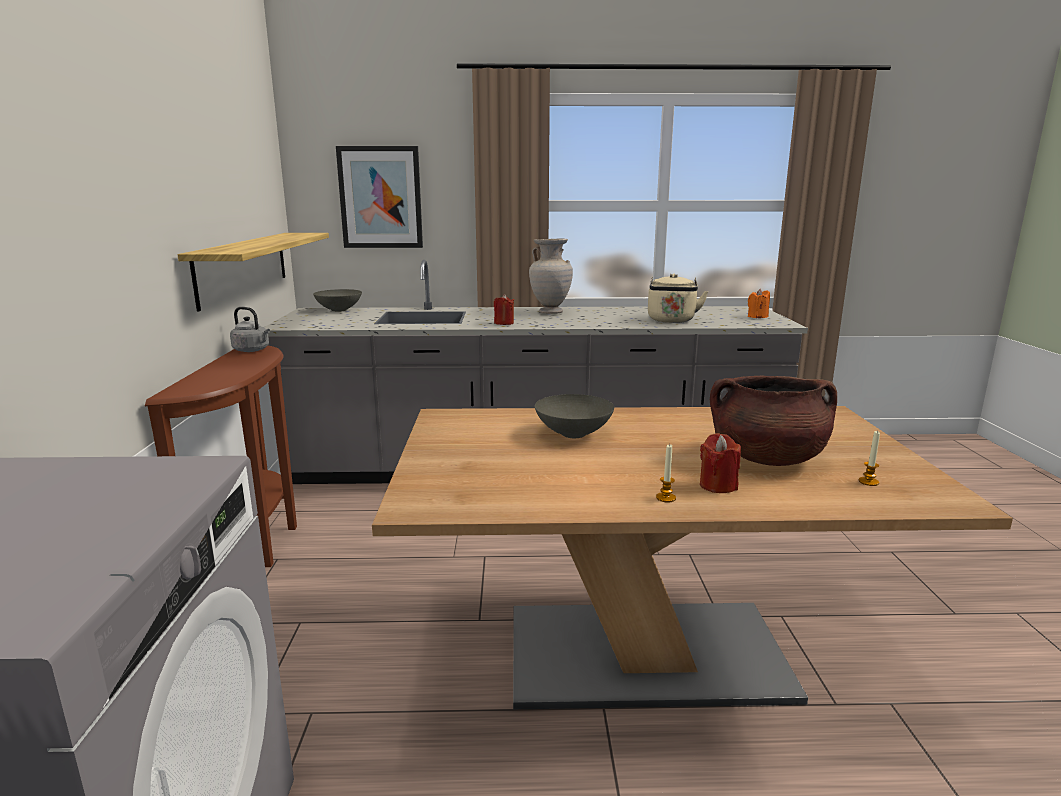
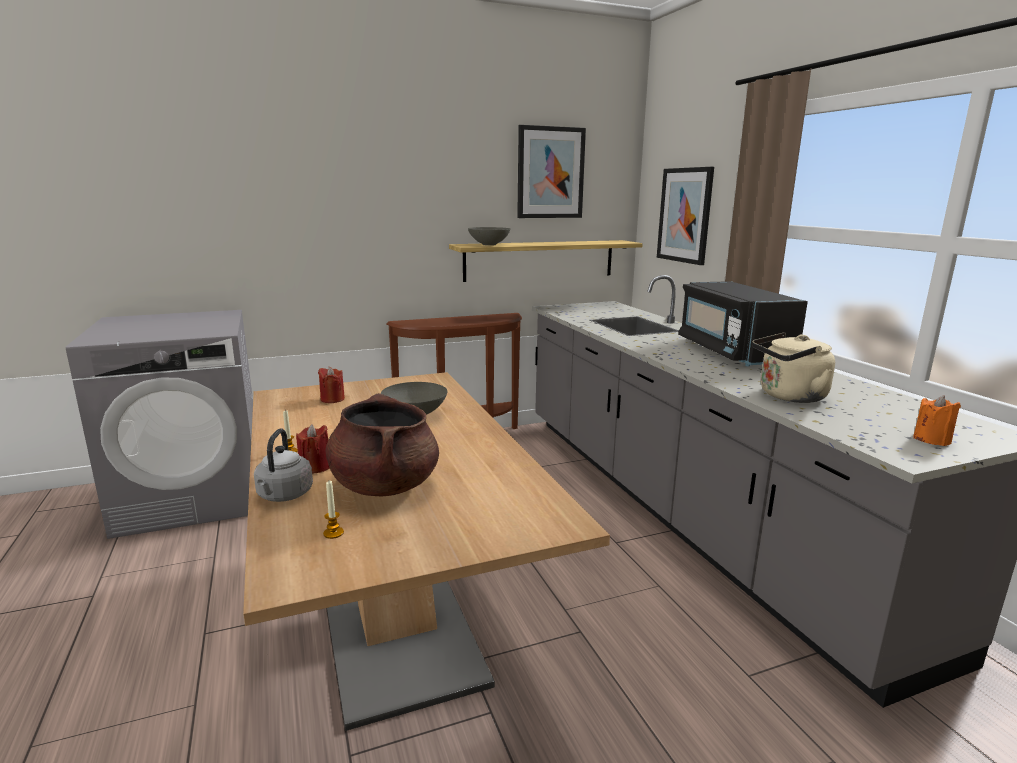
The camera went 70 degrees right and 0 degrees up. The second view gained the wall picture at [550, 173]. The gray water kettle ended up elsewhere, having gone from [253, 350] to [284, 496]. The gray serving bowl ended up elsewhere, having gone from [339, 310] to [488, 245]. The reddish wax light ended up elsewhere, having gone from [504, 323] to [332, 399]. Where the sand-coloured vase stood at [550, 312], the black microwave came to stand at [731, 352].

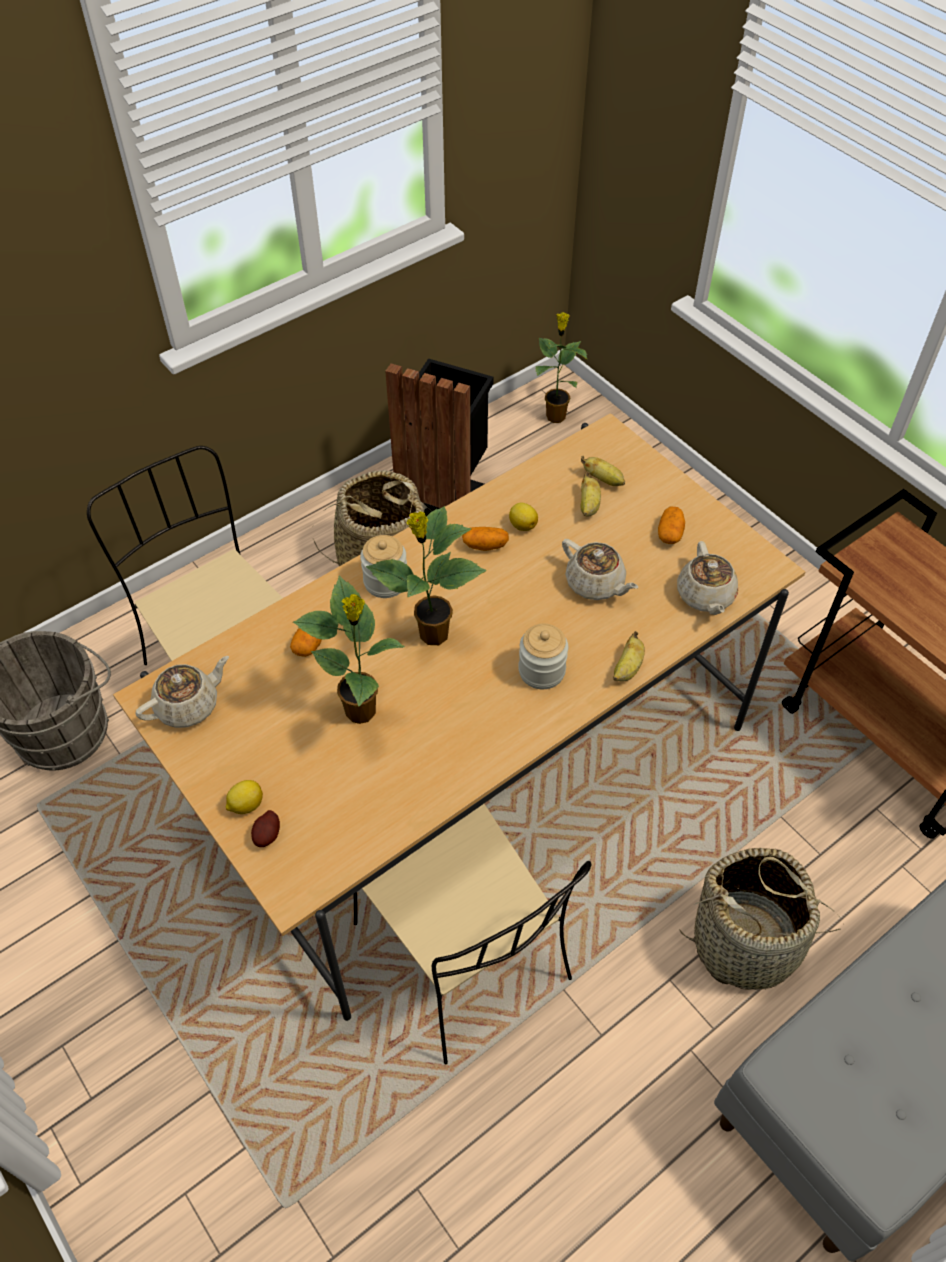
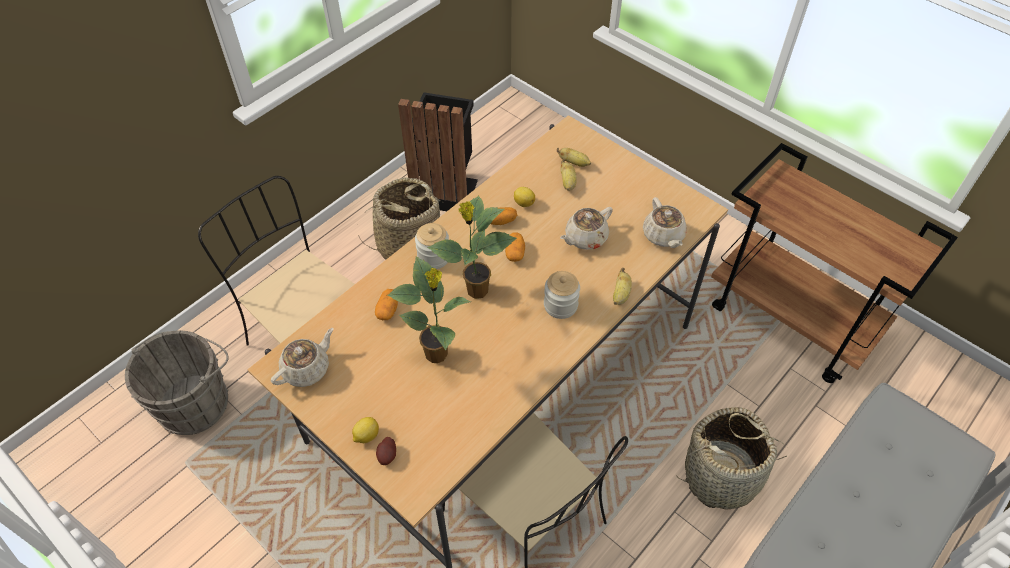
The camera went 10 degrees left and 0 degrees up. The second view lost the houseplant at [555, 415]. The whole potato ended up elsewhere, having gone from [670, 533] to [515, 252]. The sand-coloured teapot at [595, 584] ended up facing another way, 105 degrees clockwise from before.

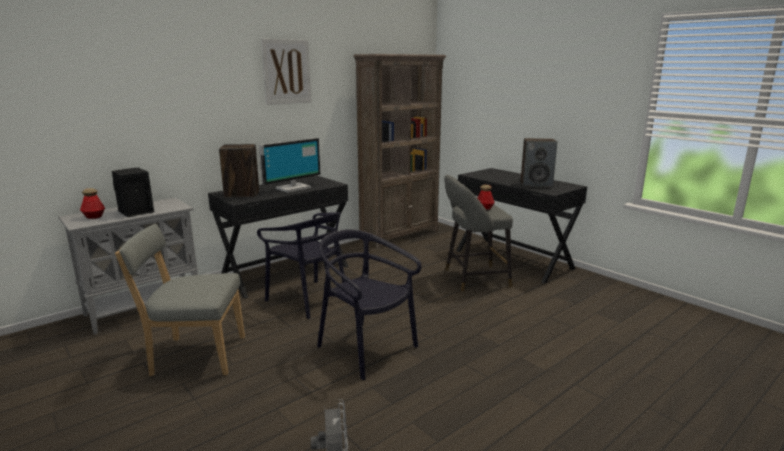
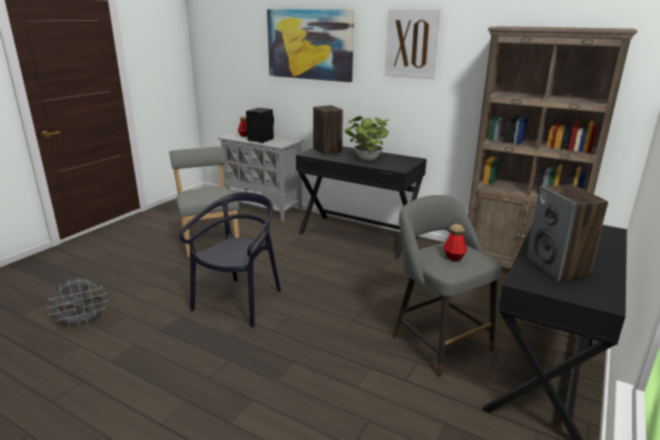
The camera went 70 degrees right and 5 degrees up. The second view lost the black plain chair at [308, 299]. The second view gained the wall picture at [309, 44]. Where the computer display stood at [292, 188], the houseplant came to stand at [366, 159].

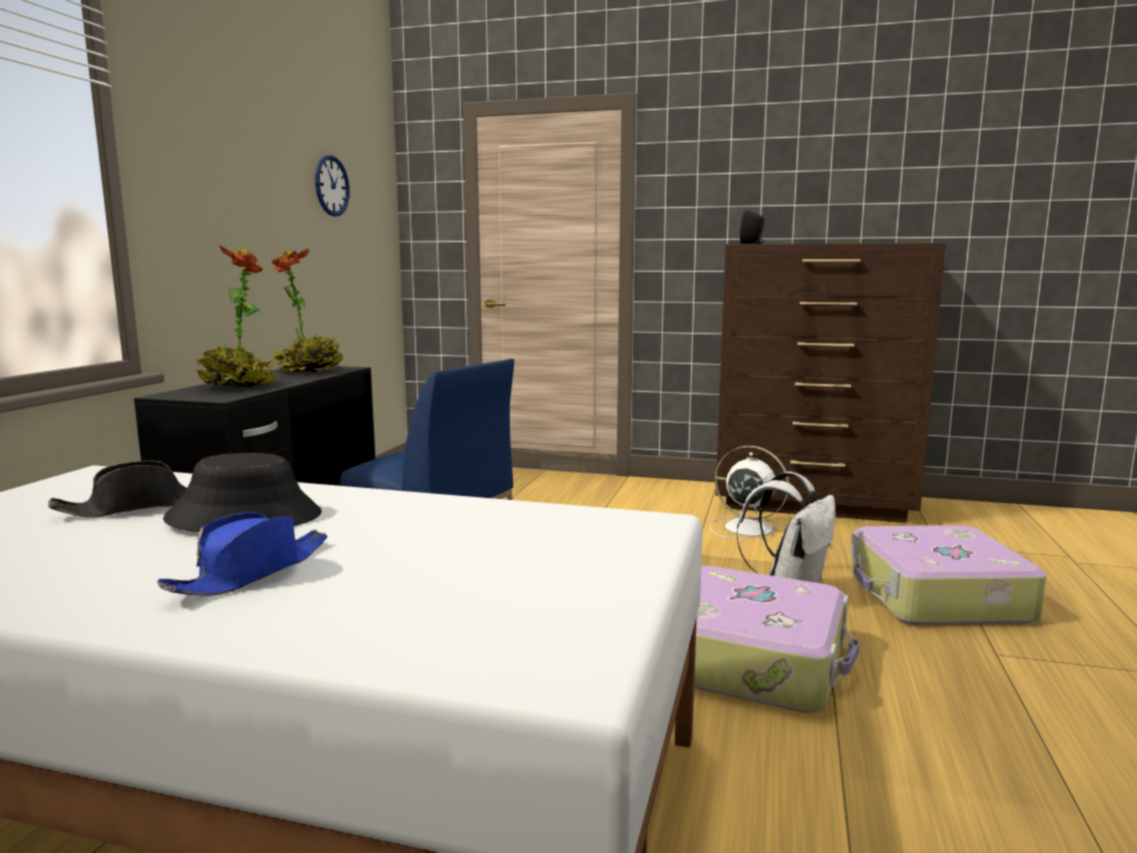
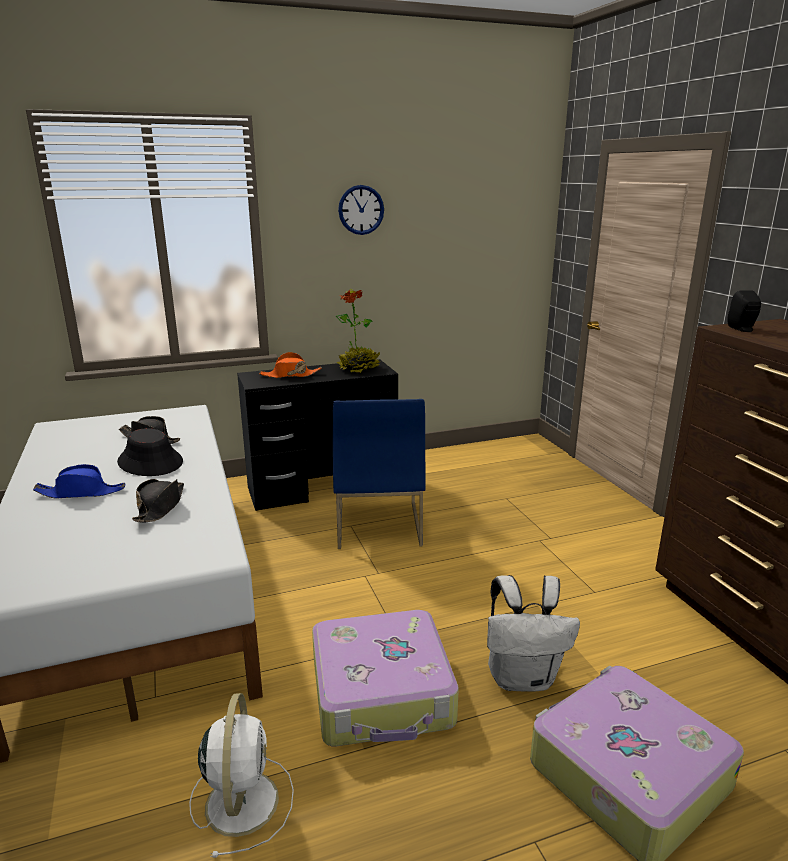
The camera went 55 degrees right and 10 degrees up. The second view gained the black wearable hat at [160, 507]. The wall clock ended up elsewhere, having gone from [331, 186] to [361, 210]. The whitish electric fan ended up elsewhere, having gone from [746, 528] to [242, 800]. Where the houseplant stood at [238, 386], the orange wearable hat came to stand at [290, 375].

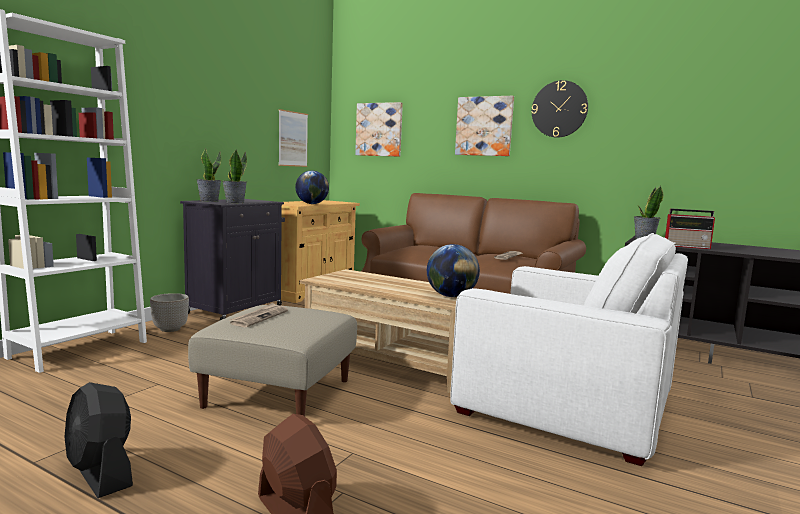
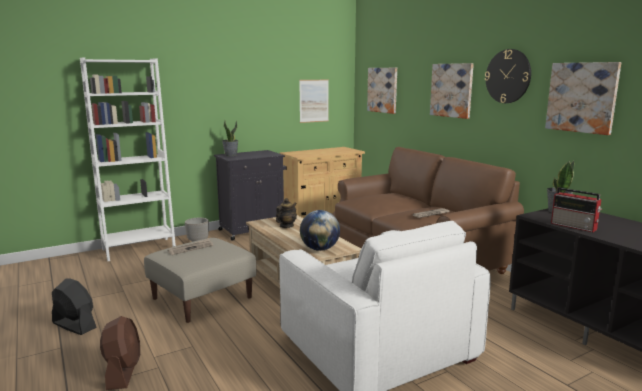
The camera went 30 degrees right and 5 degrees up. The second view lost the houseplant at [234, 202]. The second view lost the desk globe at [312, 204]. The second view gained the teapot at [286, 226]. The second view gained the wall picture at [582, 97]. The black electric fan at [101, 473] ended up facing another way, 135 degrees clockwise from before.

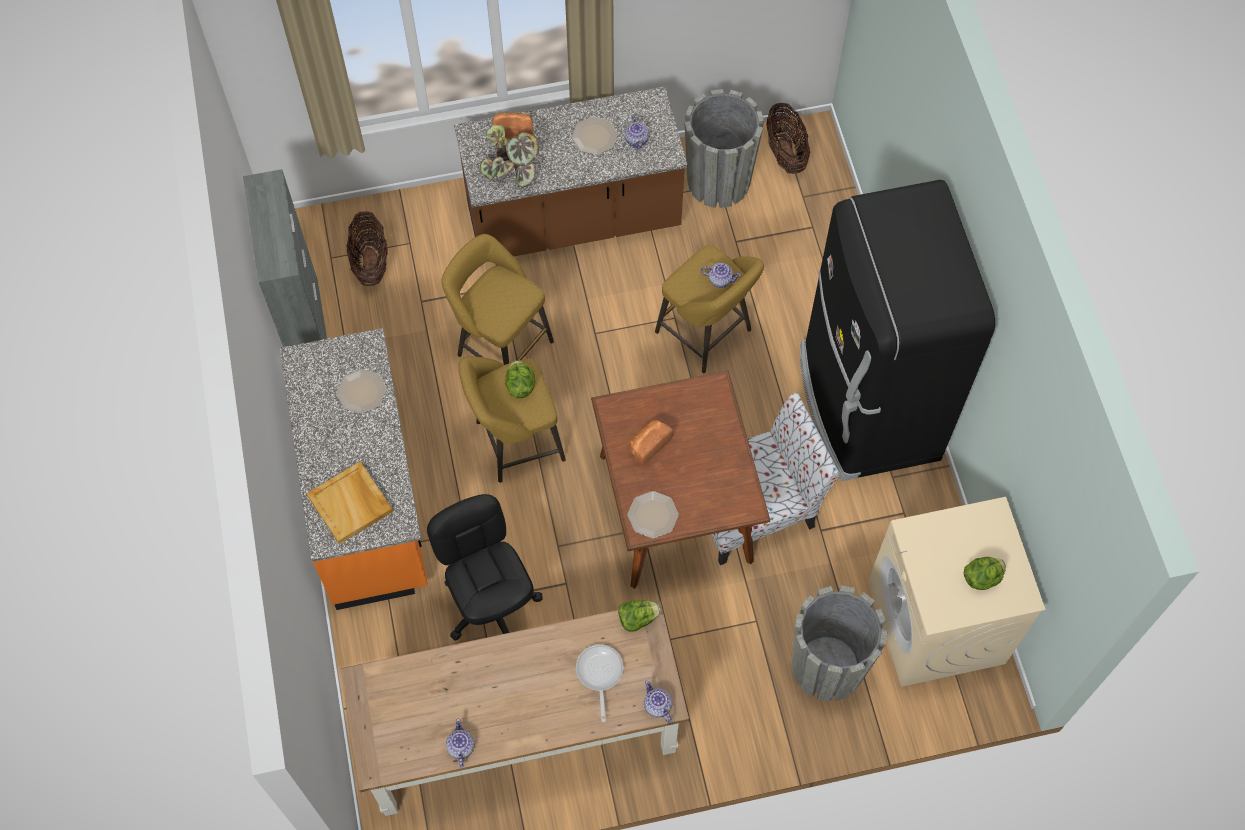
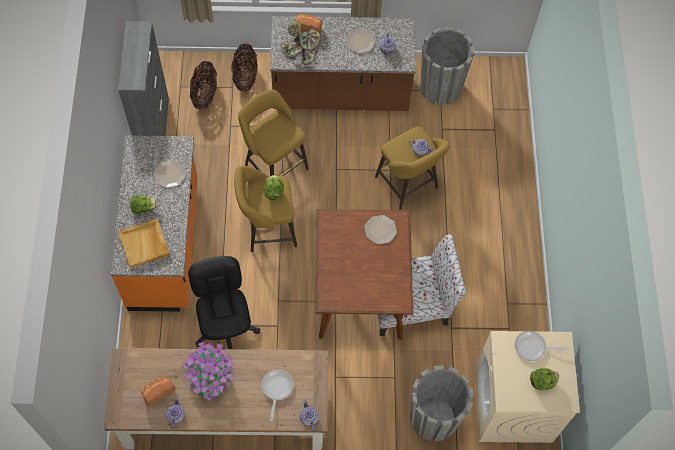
The camera went 10 degrees right and 0 degrees up. The second view lost the black fridge at [866, 405]. The second view gained the houseplant at [210, 376]. The second view gained the skillet at [533, 348]. The head of lettuce ended up elsewhere, having gone from [637, 618] to [143, 208]. The flat dish ended up elsewhere, having gone from [652, 515] to [380, 230]. The bread ended up elsewhere, having gone from [648, 444] to [158, 391]. The storage basket ended up elsewhere, having gone from [785, 153] to [245, 77].

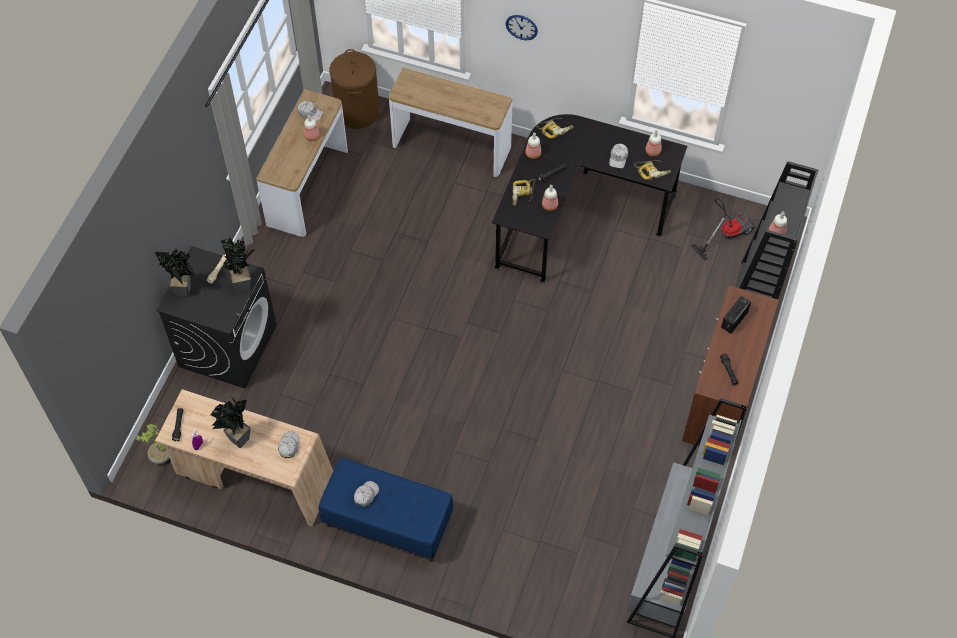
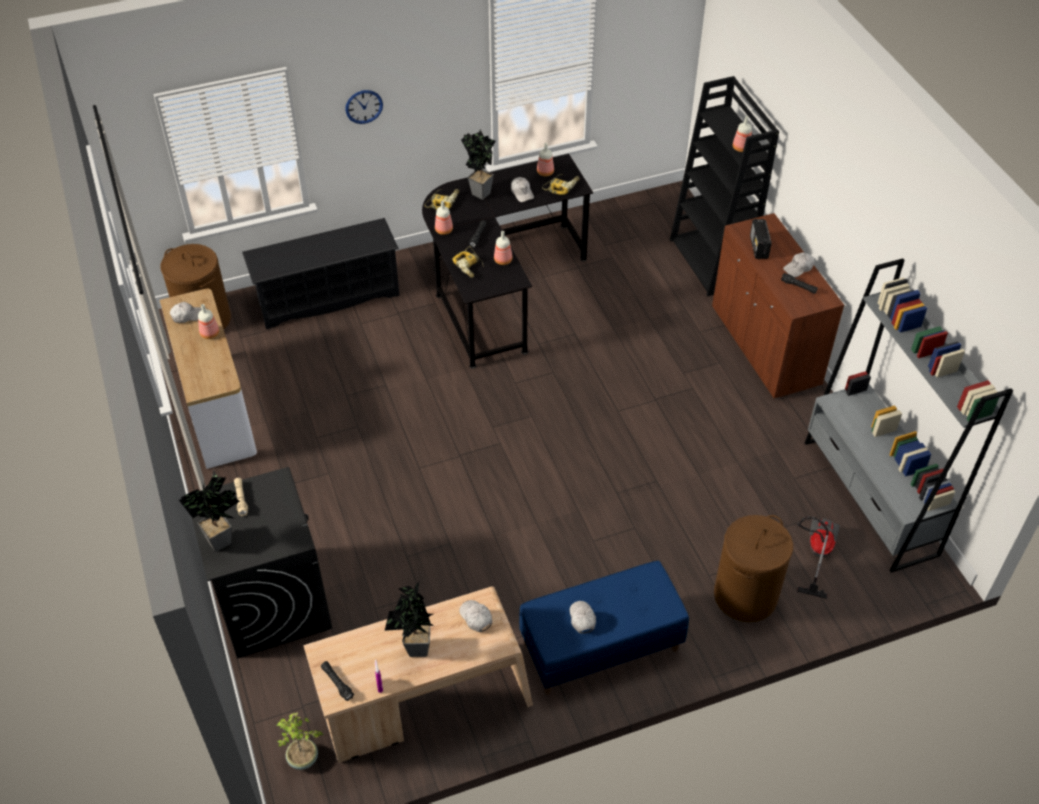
The camera went 40 degrees left and 10 degrees down. The second view gained the brown-coloured laundry basket at [745, 595]. The second view gained the whitish cap at [798, 268]. The houseplant ended up elsewhere, having gone from [244, 283] to [479, 191]. The vacuum cleaner ended up elsewhere, having gone from [725, 234] to [815, 553]. Where the hall table stood at [451, 147], the black shoe shelf came to stand at [328, 297].

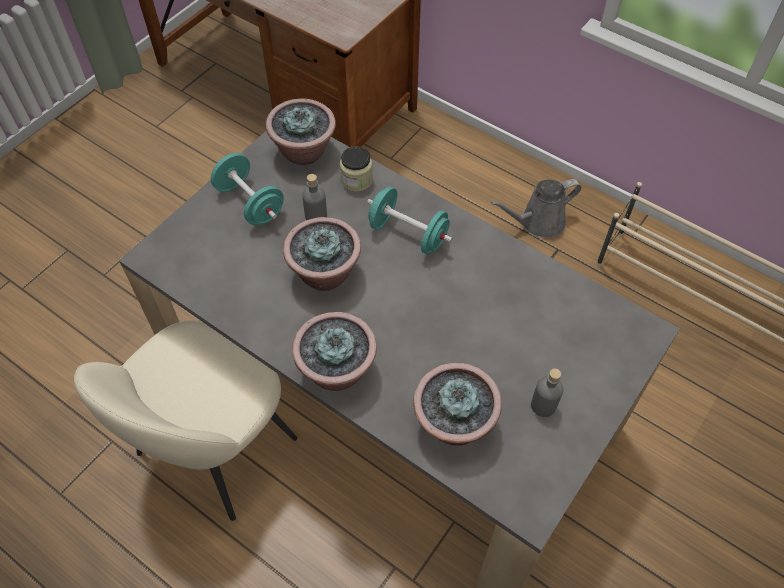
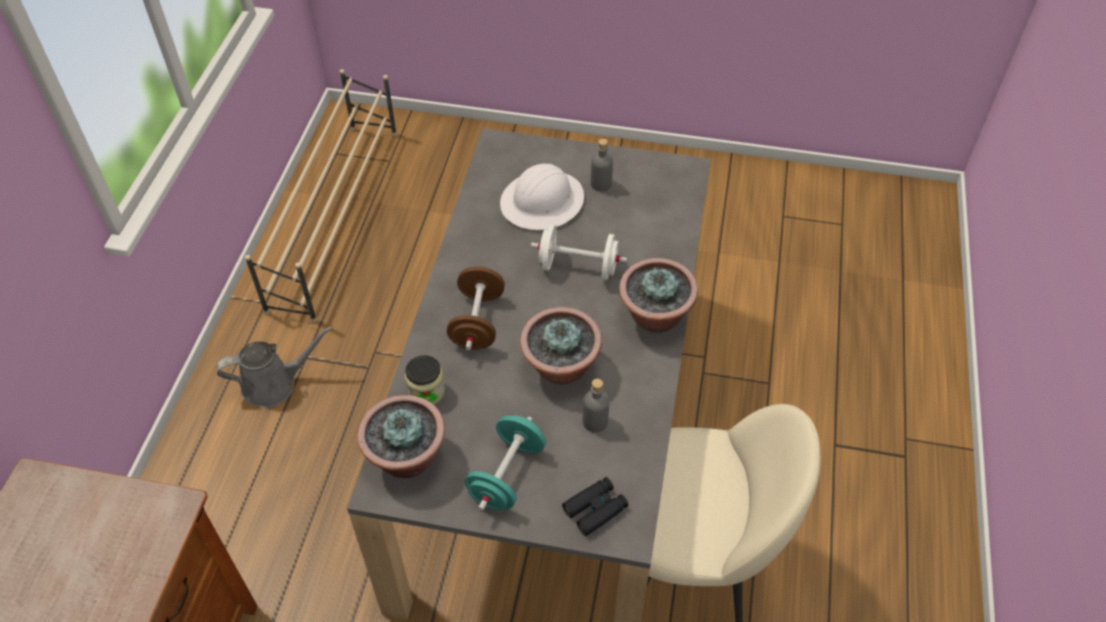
The camera went 115 degrees left and 5 degrees down. The second view lost the houseplant at [454, 424]. The second view gained the whitish work helmet at [542, 202]. The second view gained the whitish free weight at [578, 267]. The second view gained the black pair of binoculars at [595, 509]. The gray drink bottle ended up elsewhere, having gone from [316, 216] to [595, 422]. What was the turquoise free weight at [408, 234] turned into the brown-coloured free weight at [477, 322]. The gray sprinkling can at [538, 223] ended up facing another way, 60 degrees counterclockwise from before.

